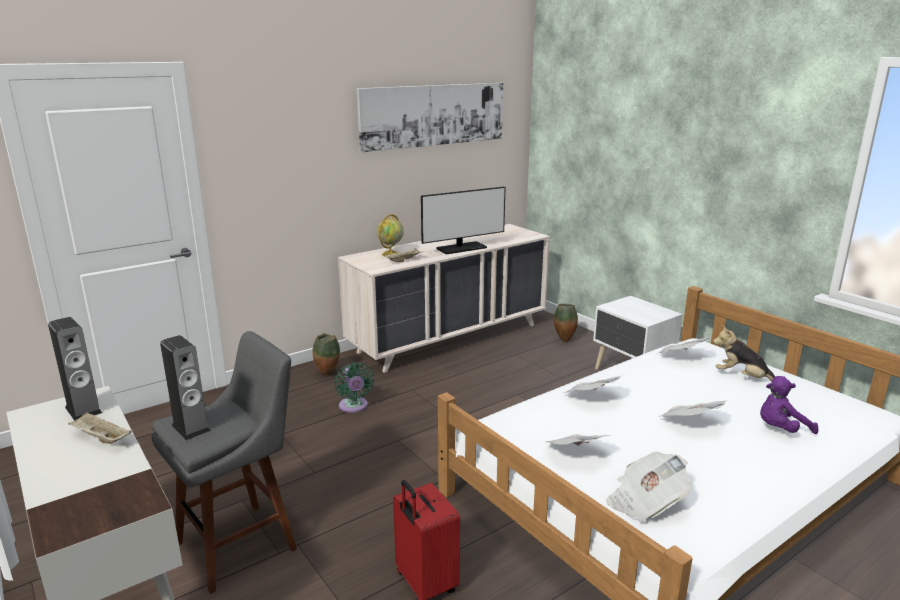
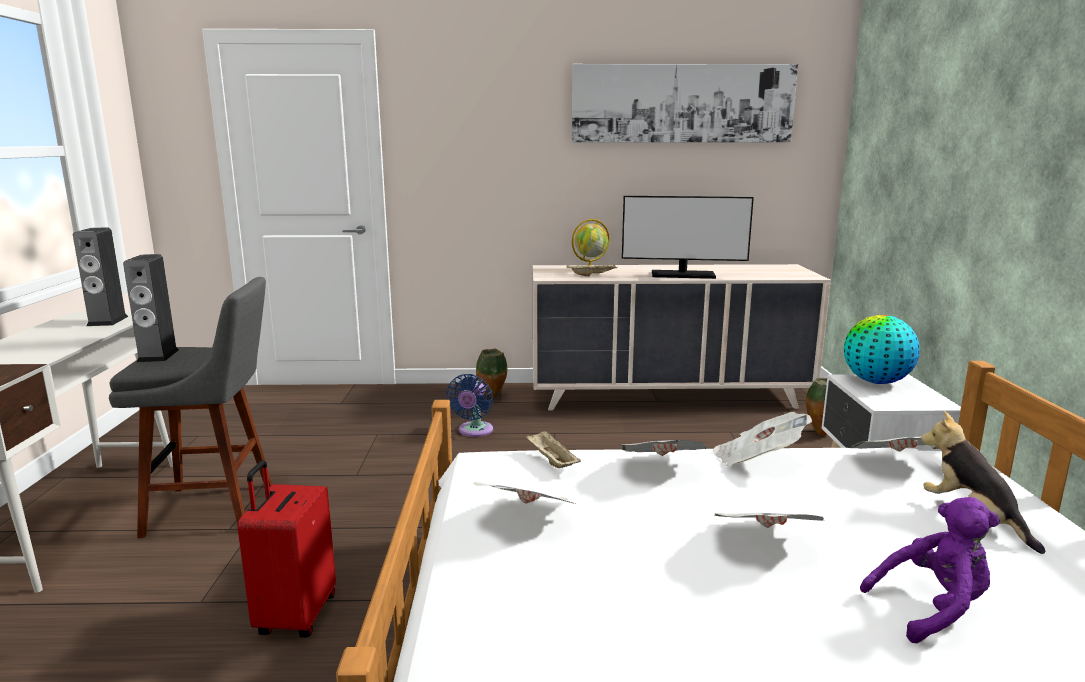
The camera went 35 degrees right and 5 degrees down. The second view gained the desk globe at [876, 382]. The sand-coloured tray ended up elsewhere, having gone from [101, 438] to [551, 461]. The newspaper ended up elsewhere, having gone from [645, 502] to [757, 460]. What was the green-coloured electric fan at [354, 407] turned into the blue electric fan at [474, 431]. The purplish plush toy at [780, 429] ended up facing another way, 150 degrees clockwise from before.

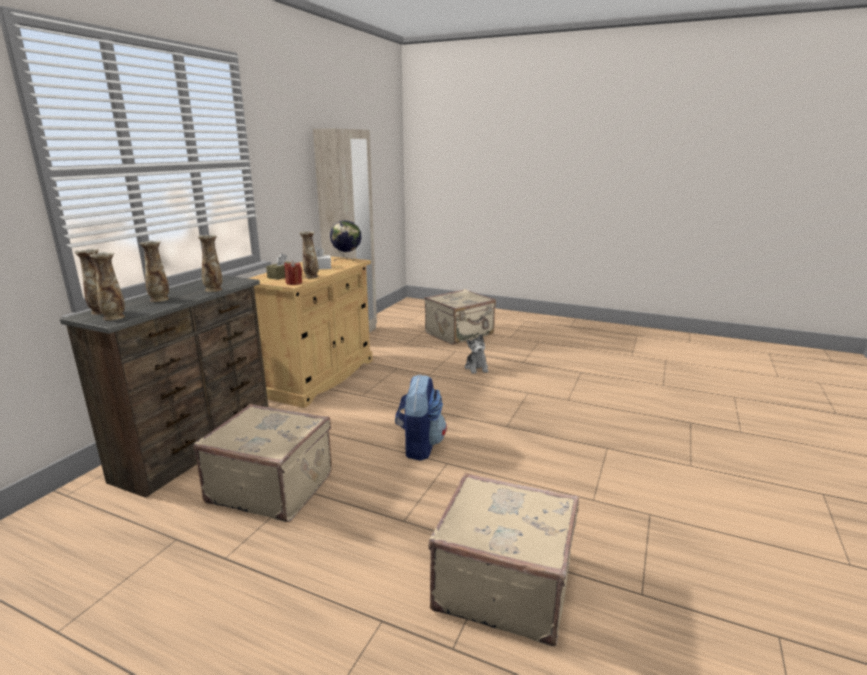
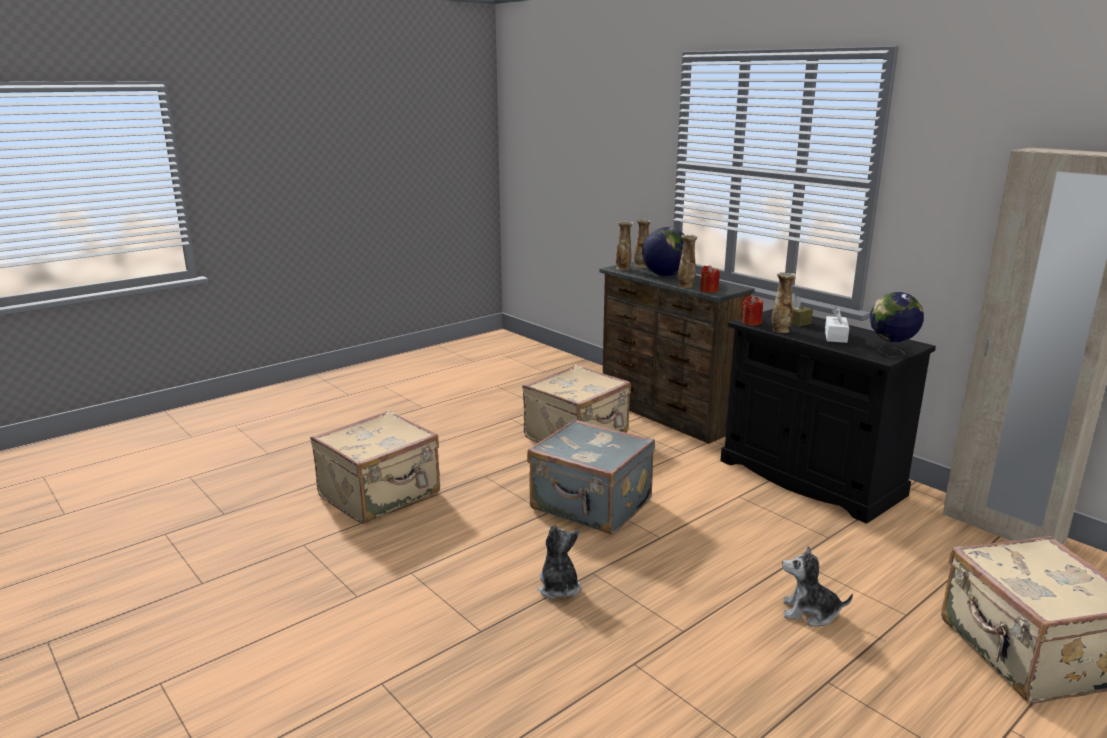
The camera went 115 degrees right and 0 degrees up. The second view gained the plush toy at [558, 587]. The second view gained the reddish wax light at [709, 290]. Where the vase stood at [160, 299], the desk globe came to stand at [665, 275]. Where the rucksack stood at [419, 446], the gray suitcase came to stand at [590, 506]. What was the sand-coloured cupboard at [318, 377] turned into the black cupboard at [810, 478].

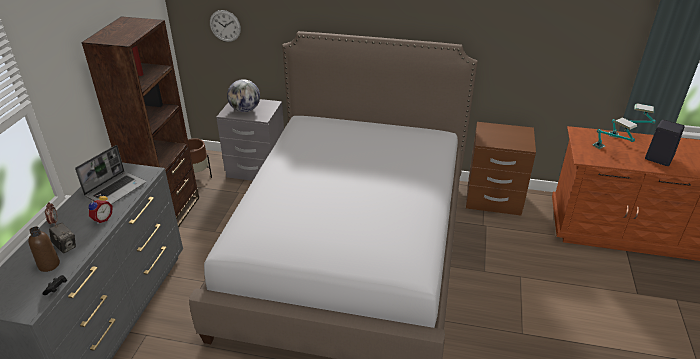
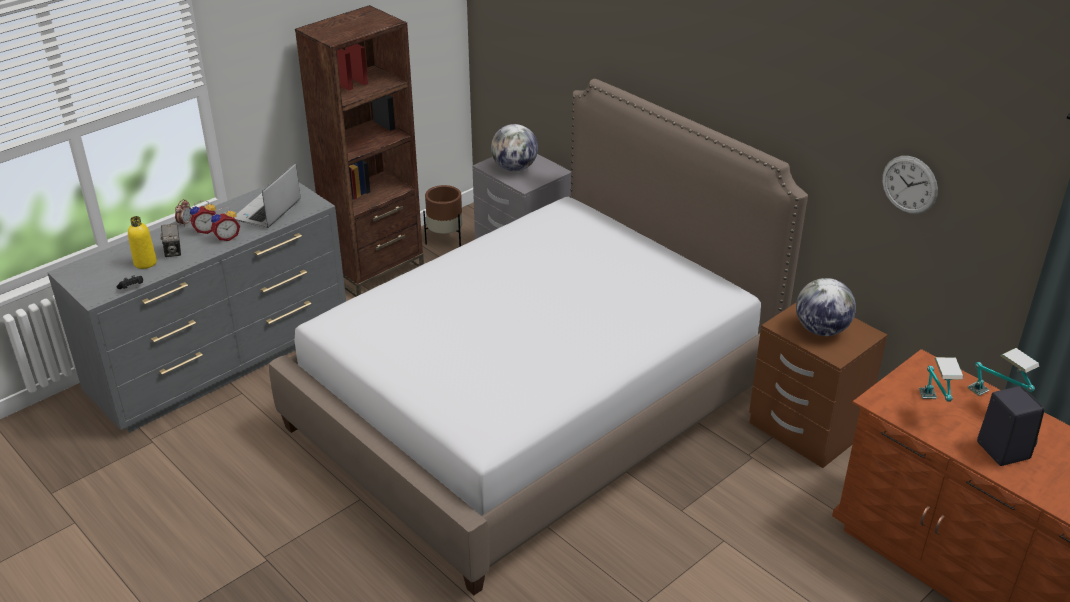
The camera went 35 degrees right and 0 degrees up. The second view gained the alarm clock at [206, 230]. The second view gained the desk globe at [821, 330]. The wall clock ended up elsewhere, having gone from [225, 26] to [909, 184]. What was the brown-coloured drink bottle at [49, 265] turned into the yellow drink bottle at [145, 263]. The portable computer at [116, 189] ended up facing another way, 135 degrees clockwise from before.

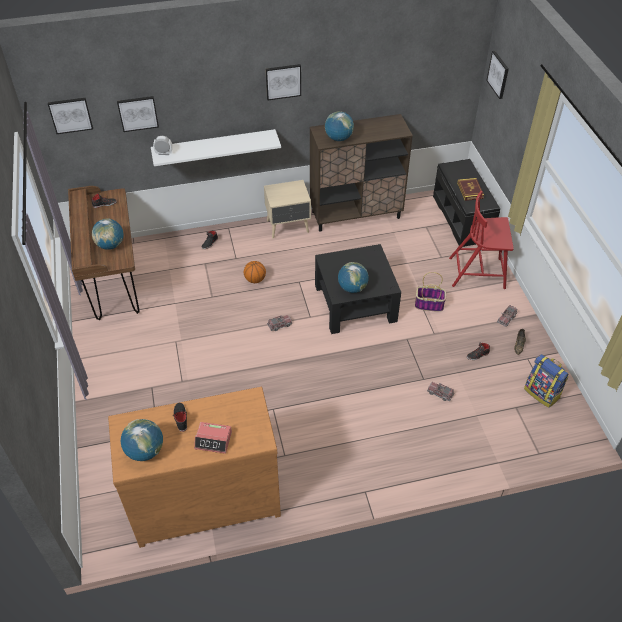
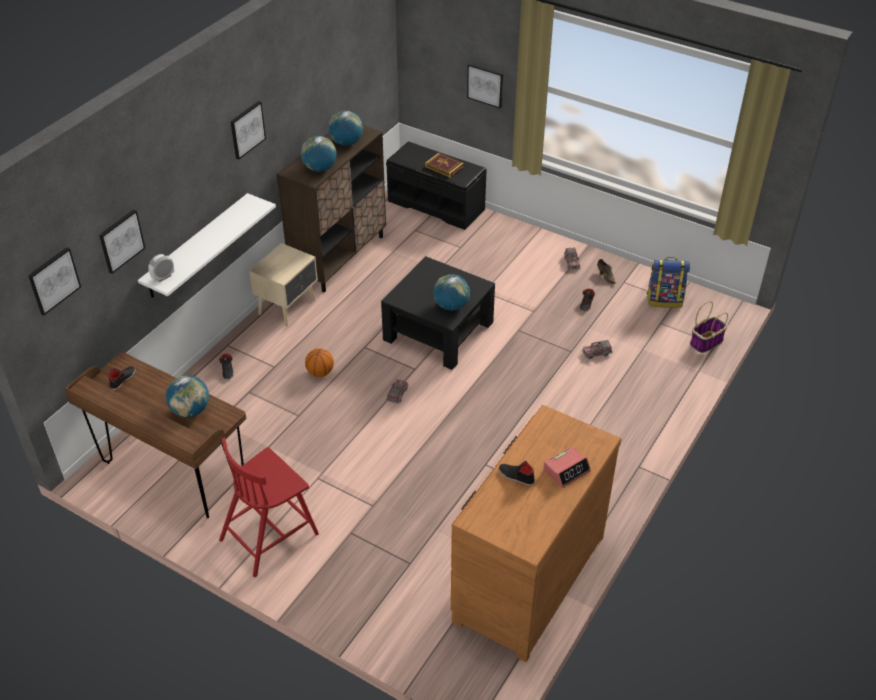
The camera went 45 degrees left and 5 degrees down. The desk globe ended up elsewhere, having gone from [145, 451] to [346, 143]. The storage basket ended up elsewhere, having gone from [429, 304] to [706, 342]. The reddish plain chair ended up elsewhere, having gone from [478, 273] to [270, 535]. The wall picture ended up elsewhere, having gone from [498, 74] to [485, 85].

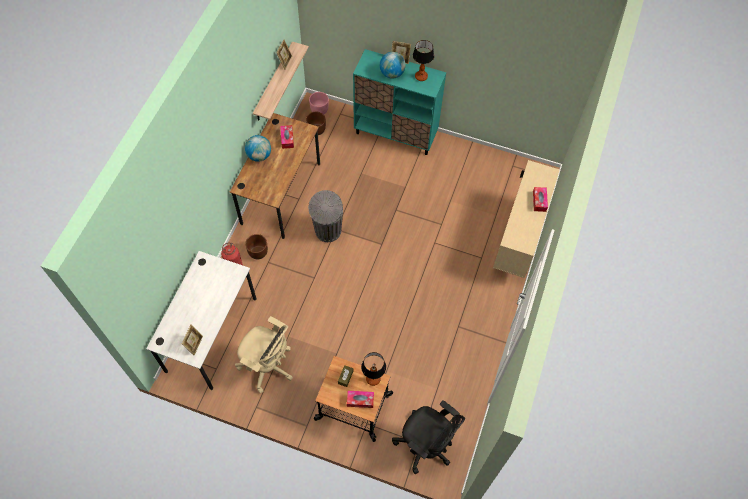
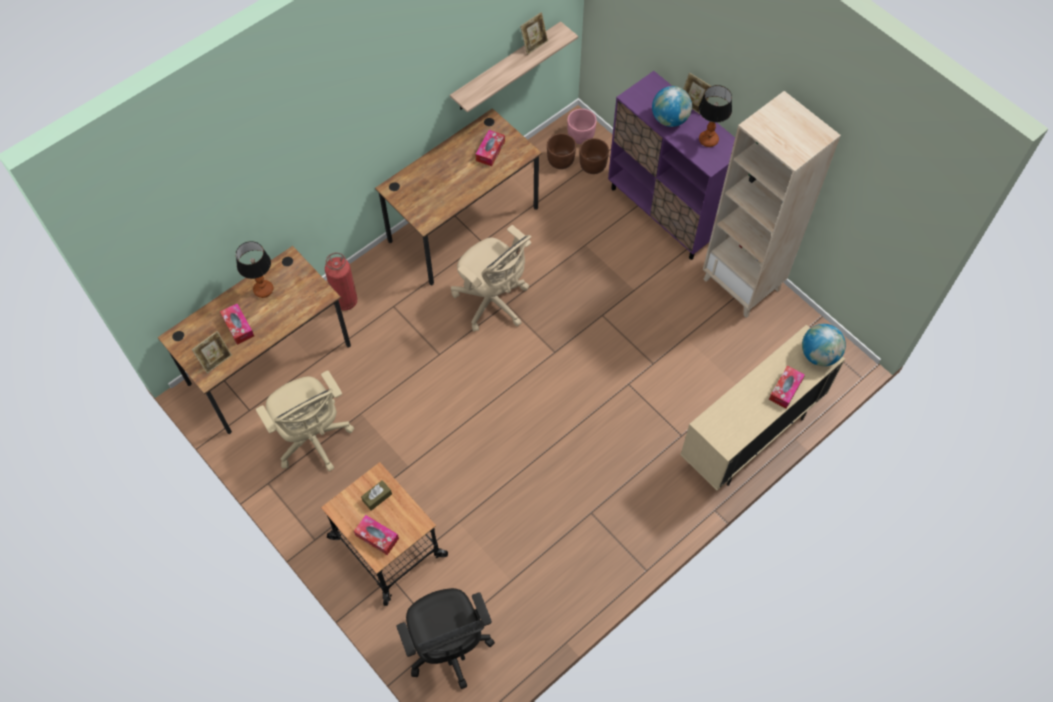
The camera went 30 degrees right and 0 degrees up. The second view gained the box of tissues at [238, 326]. The second view gained the sand-coloured bookshelf at [742, 284]. The desk globe ended up elsewhere, having gone from [259, 156] to [819, 355]. The brown-coloured flower pot ended up elsewhere, having gone from [258, 252] to [592, 165]. The tabletop lamp ended up elsewhere, having gone from [373, 378] to [264, 289]. Where the gray rubbish bin stood at [327, 231], the sand-coloured computer chair came to stand at [493, 302]. What was the whitish desk at [211, 334] turned into the brown-coloured desk at [269, 364]. What was the turquoise cupboard at [396, 134] turned into the purplish cupboard at [665, 212].

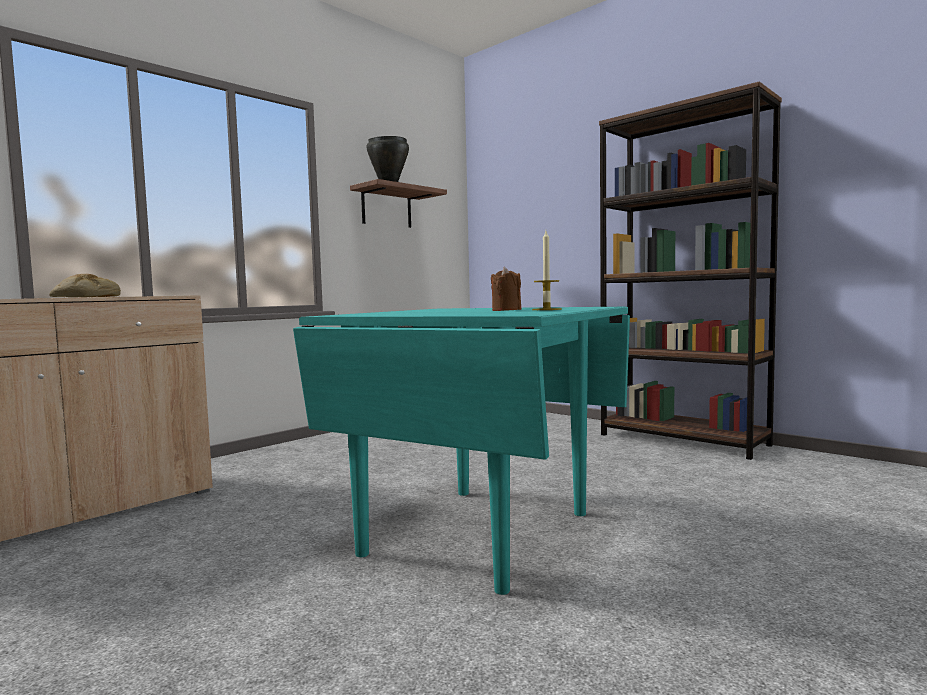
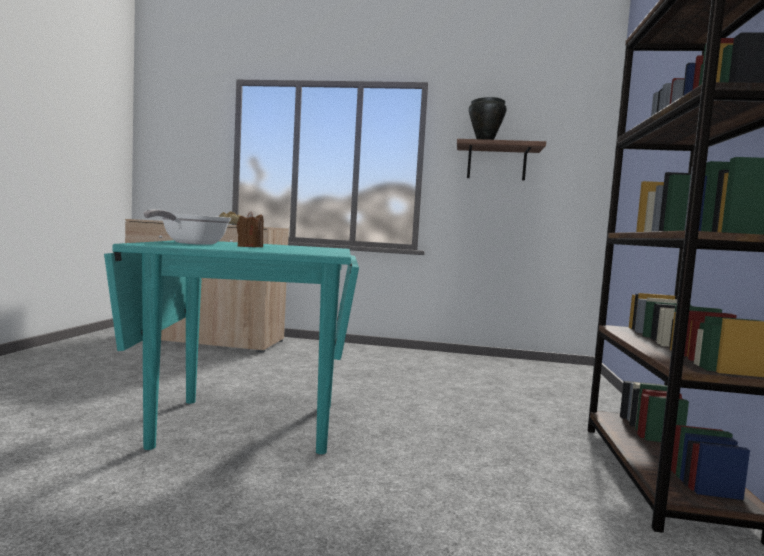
The camera went 55 degrees right and 0 degrees up. The second view lost the wax light at [546, 309]. The second view gained the skillet at [190, 243].

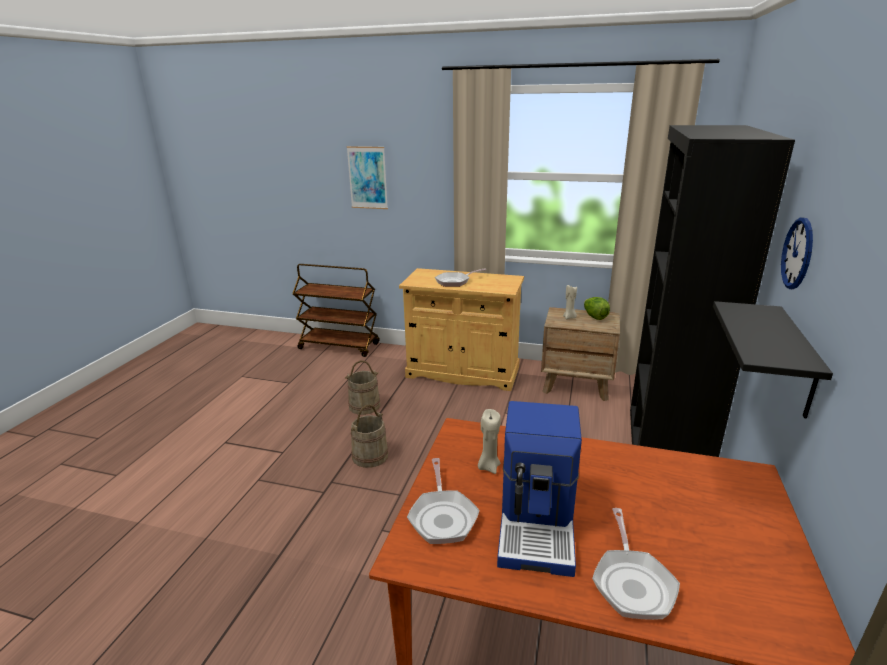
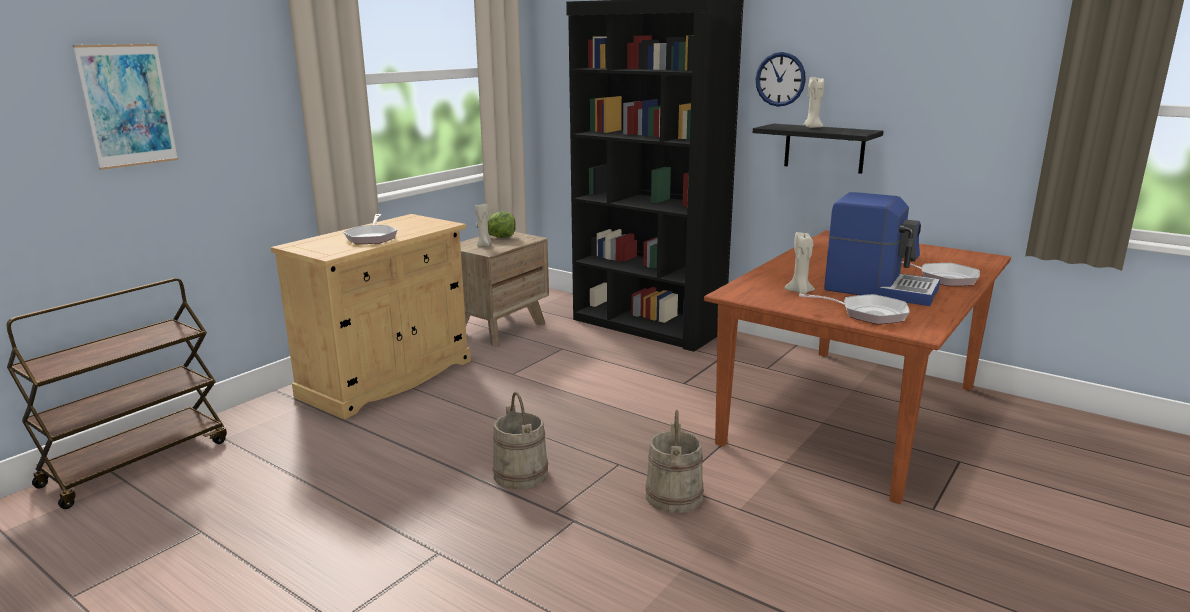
The camera went 70 degrees left and 5 degrees down. The second view gained the sand-coloured wax light at [812, 127]. The sand-coloured water bucket ended up elsewhere, having gone from [364, 406] to [673, 496].

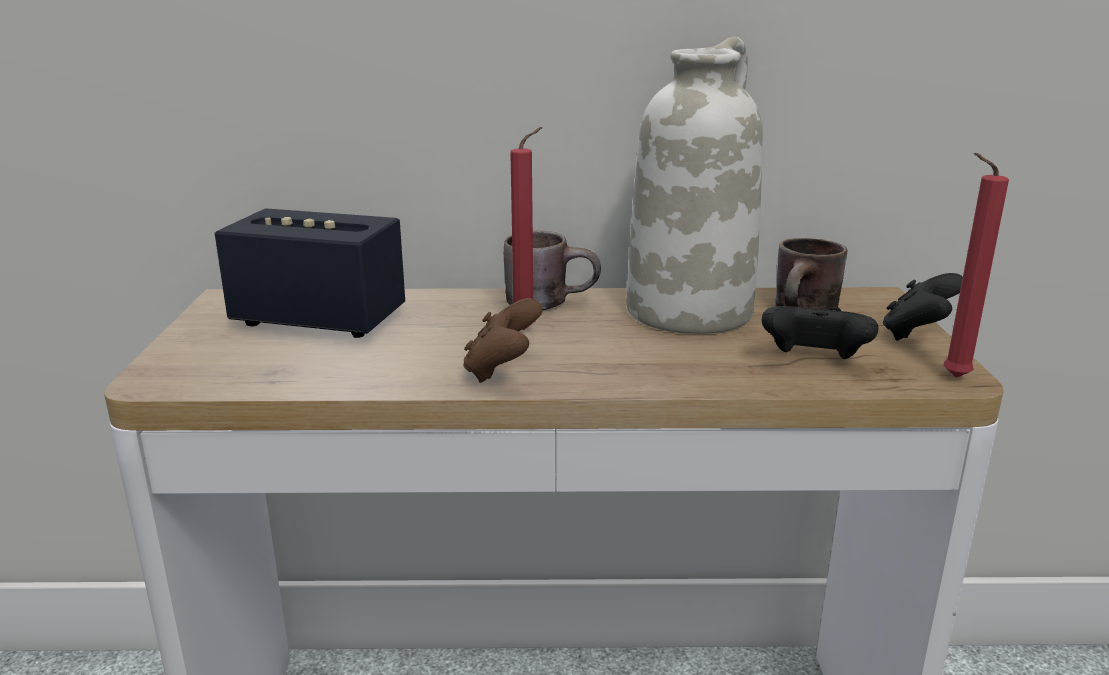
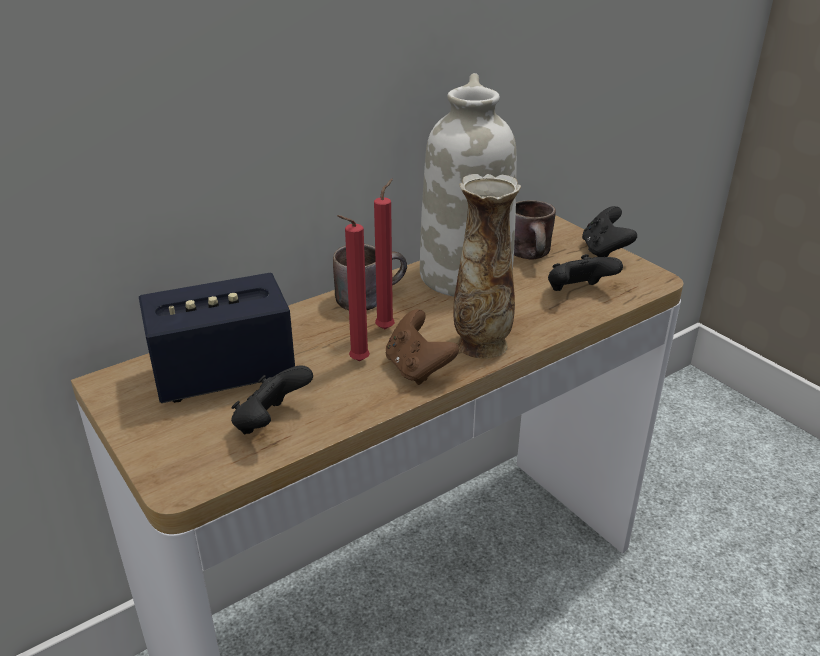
The camera went 35 degrees left and 10 degrees up. The second view gained the black joypad at [271, 422]. The second view gained the vase at [481, 343]. The reddish wax light ended up elsewhere, having gone from [951, 377] to [356, 362].

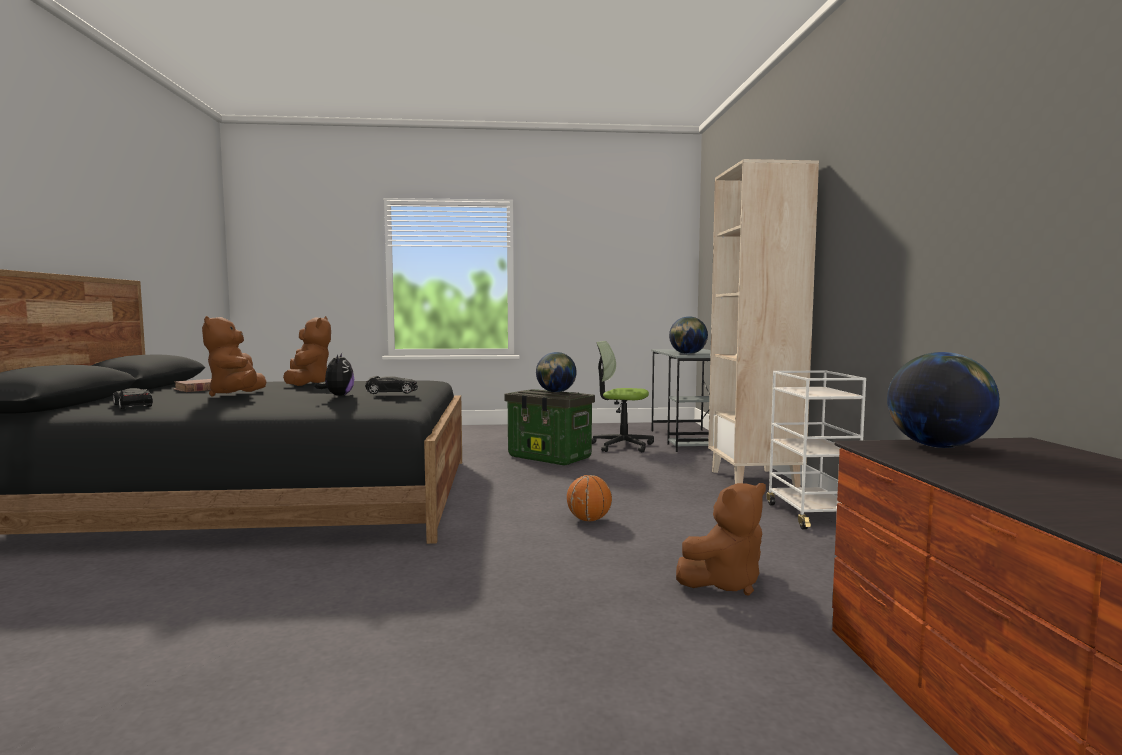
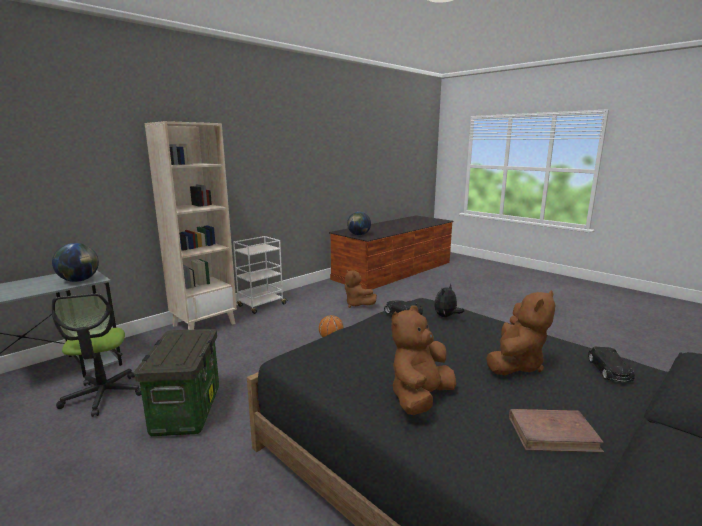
The camera went 130 degrees left and 10 degrees up. The second view lost the desk globe at [556, 392]. The brown-coloured plush toy at [724, 583] ended up facing another way, 150 degrees counterclockwise from before.

